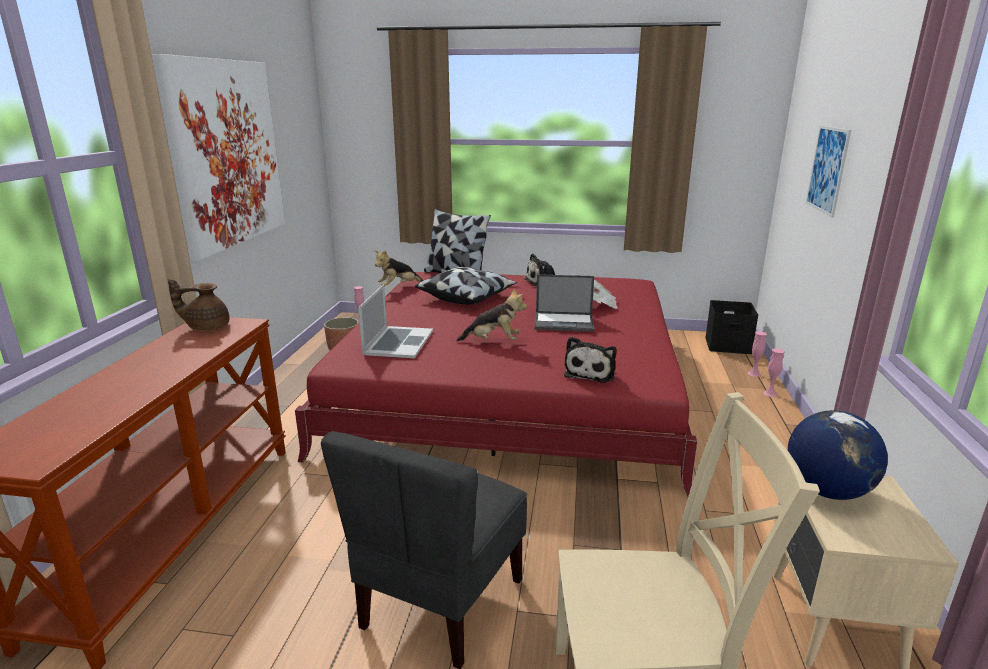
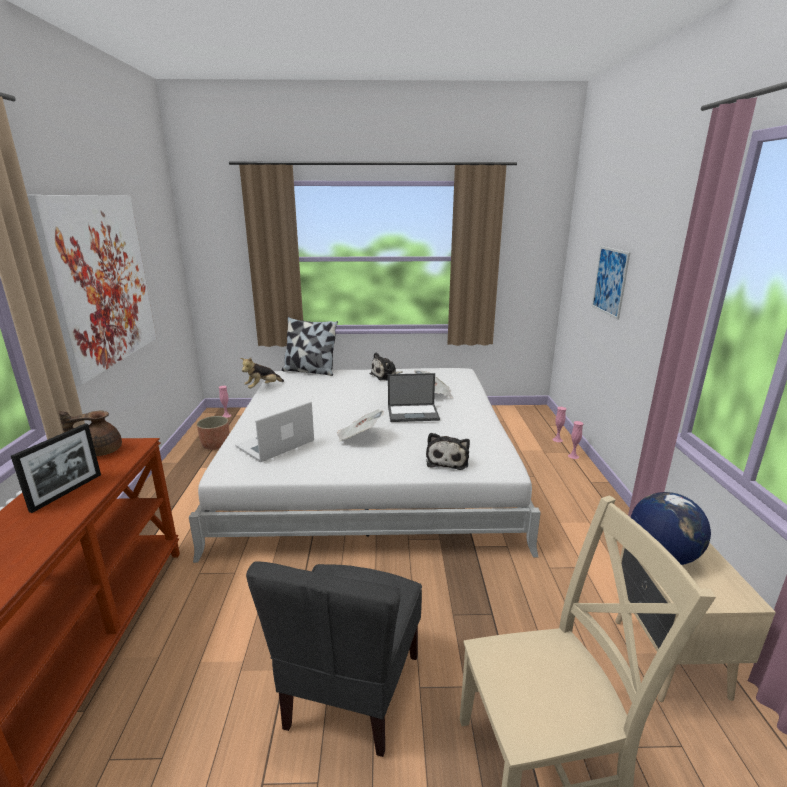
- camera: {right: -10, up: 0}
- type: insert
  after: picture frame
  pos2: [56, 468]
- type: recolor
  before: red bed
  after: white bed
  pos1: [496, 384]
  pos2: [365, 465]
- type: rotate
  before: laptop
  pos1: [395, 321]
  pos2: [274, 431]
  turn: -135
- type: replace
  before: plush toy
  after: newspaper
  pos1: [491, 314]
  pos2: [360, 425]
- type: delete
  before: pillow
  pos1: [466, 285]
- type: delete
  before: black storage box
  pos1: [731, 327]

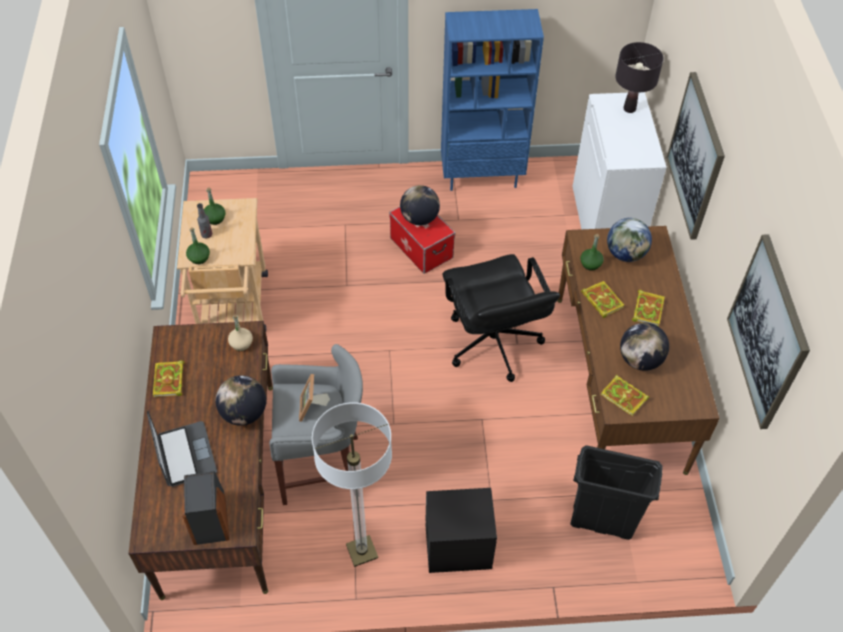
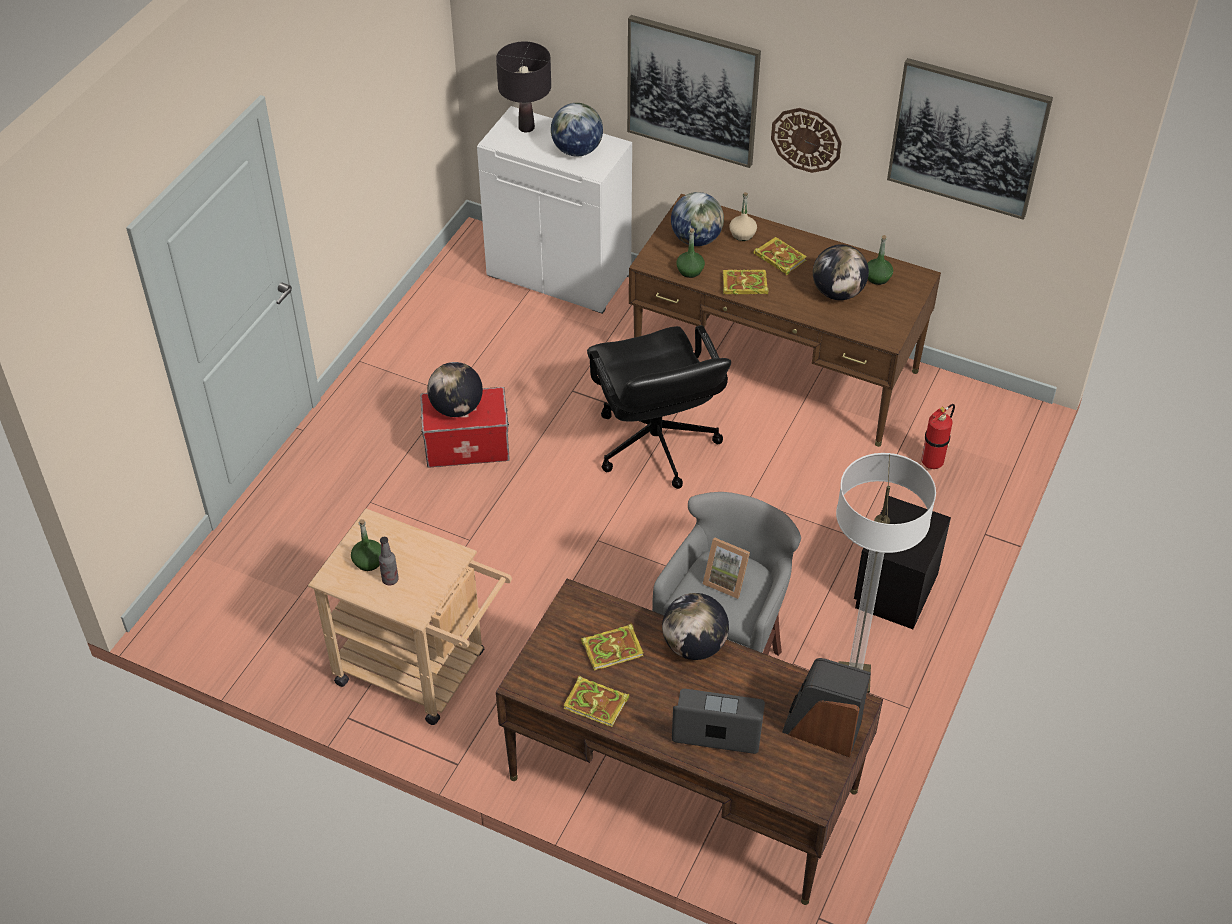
- camera: {right: -60, up: -5}
- type: insert
  after: globe
  pos2: [577, 130]
- type: move
  before: book
  pos1: [625, 395]
  pos2: [612, 647]
- type: rotate
  before: black office chair
  pos1: [501, 318]
  pos2: [659, 407]
  turn: 60
- type: move
  before: beige bottle
  pos1: [240, 333]
  pos2: [743, 216]
- type: insert
  after: wall clock
  pos2: [806, 140]
- type: move
  before: green bottle
  pos1: [198, 245]
  pos2: [880, 260]
- type: replace
  before: black trash can
  after: fire extinguisher
  pos1: [616, 492]
  pos2: [938, 436]
- type: delete
  before: blue bookcase
  pos1: [492, 100]

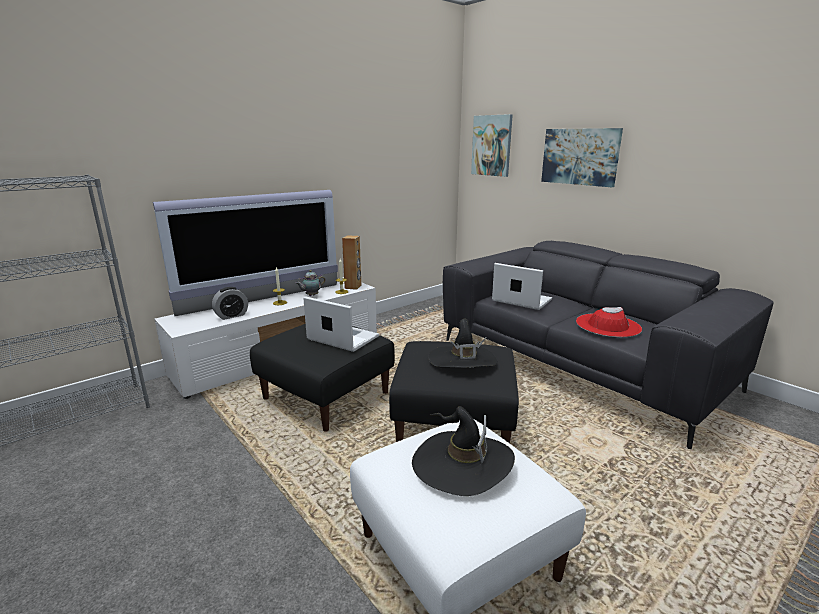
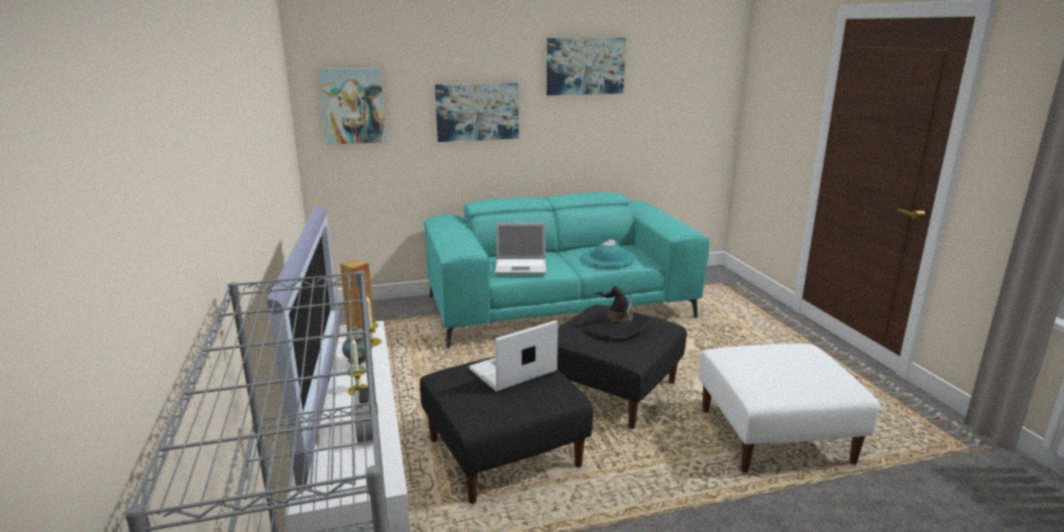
- camera: {right: -65, up: 0}
- type: recolor
  before: grey sofa
  after: turquoise sofa
  pos1: [608, 345]
  pos2: [567, 270]
- type: rotate
  before: laptop
  pos1: [522, 286]
  pos2: [520, 248]
  turn: -150
- type: insert
  after: picture
  pos2: [586, 67]
- type: recolor
  before: red hat
  after: turquoise hat
  pos1: [609, 322]
  pos2: [609, 252]
- type: delete
  before: black hat
  pos1: [463, 451]

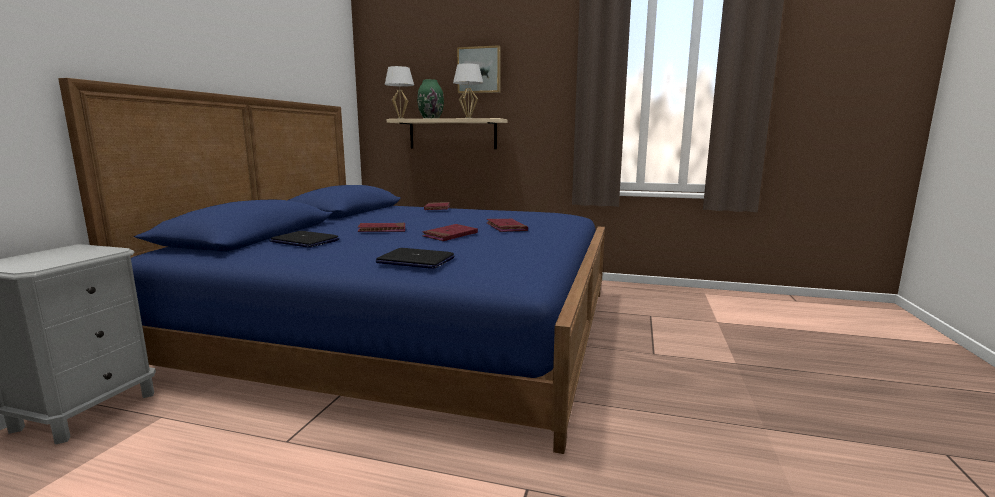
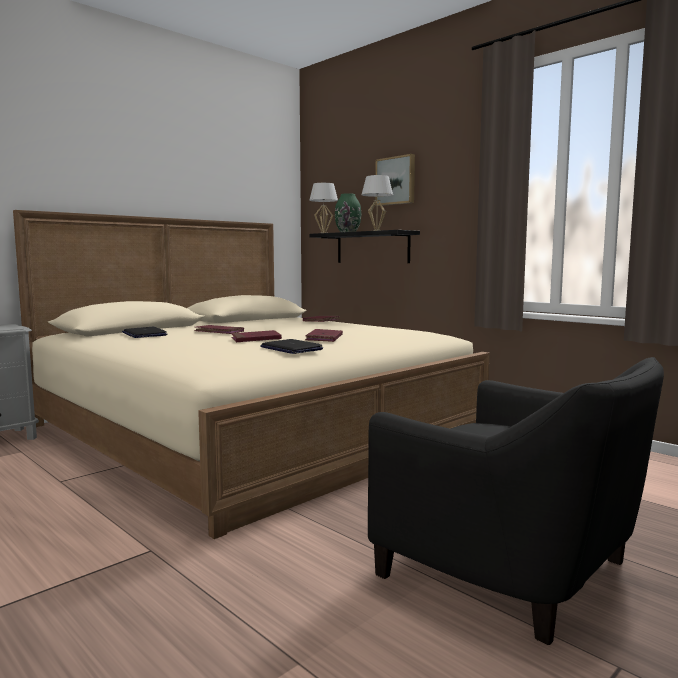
- camera: {right: 30, up: -5}
- type: recolor
  before: blue bed
  after: beige bed
  pos1: [331, 266]
  pos2: [251, 374]
- type: move
  before: laptop
  pos1: [415, 258]
  pos2: [291, 346]
- type: recolor
  before: beige shelf
  after: black shelf
  pos1: [447, 133]
  pos2: [365, 246]
- type: insert
  after: black armchair
  pos2: [516, 501]

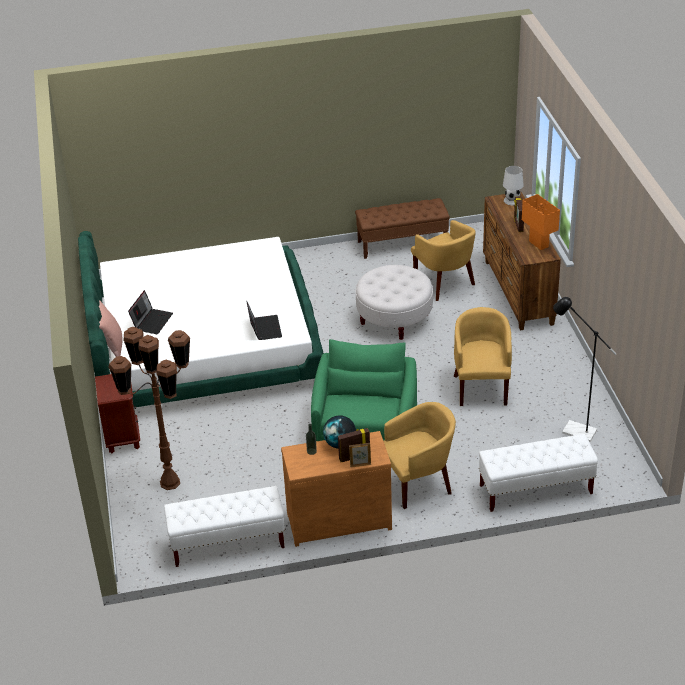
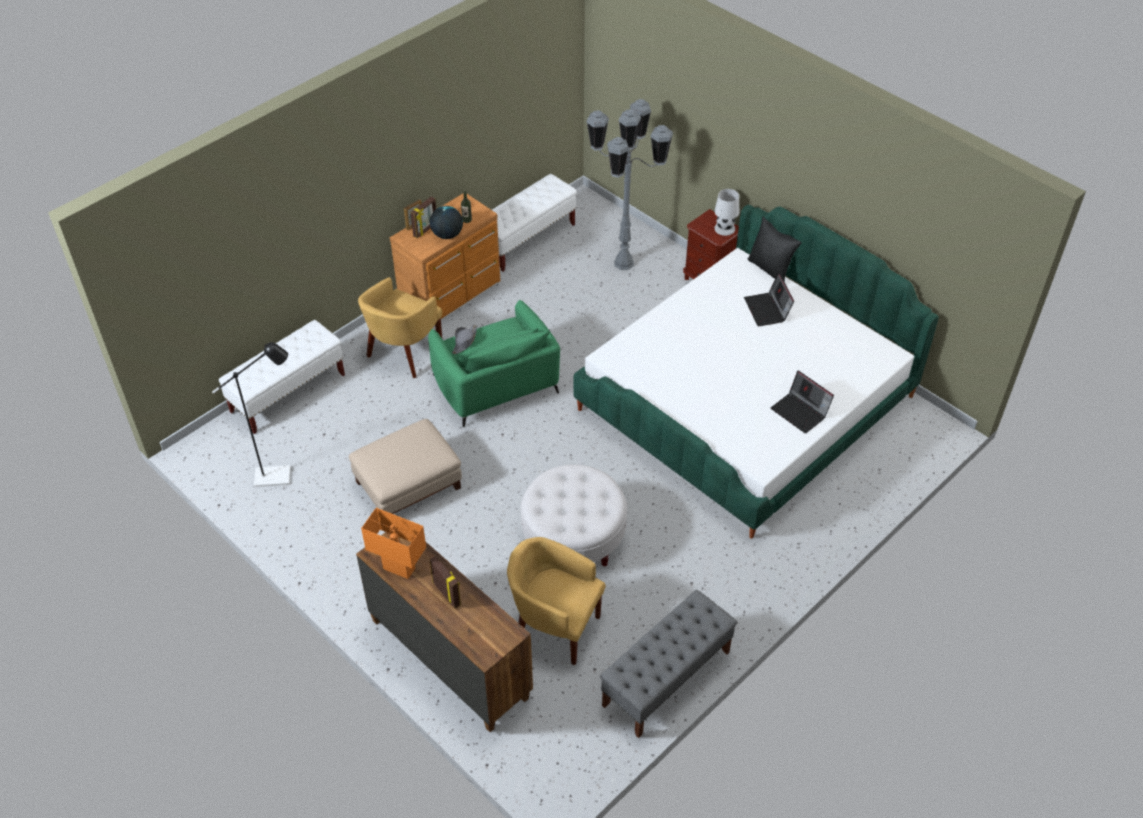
- camera: {right: 145, up: 10}
- type: replace
  before: yellow armchair
  after: beige ottoman
  pos1: [483, 356]
  pos2: [405, 466]
- type: insert
  after: grey hat
  pos2: [464, 339]
- type: recolor
  before: brown floor lamp
  after: grey floor lamp
  pos1: [149, 408]
  pos2: [629, 184]
- type: recolor
  before: brown bench
  after: grey bench
  pos1: [402, 228]
  pos2: [669, 663]
- type: move
  before: white table lamp
  pos1: [513, 185]
  pos2: [726, 212]
- type: recolor
  before: pink pillow
  after: black pillow
  pos1: [110, 328]
  pos2: [774, 249]
- type: move
  before: laptop
  pos1: [264, 320]
  pos2: [802, 402]

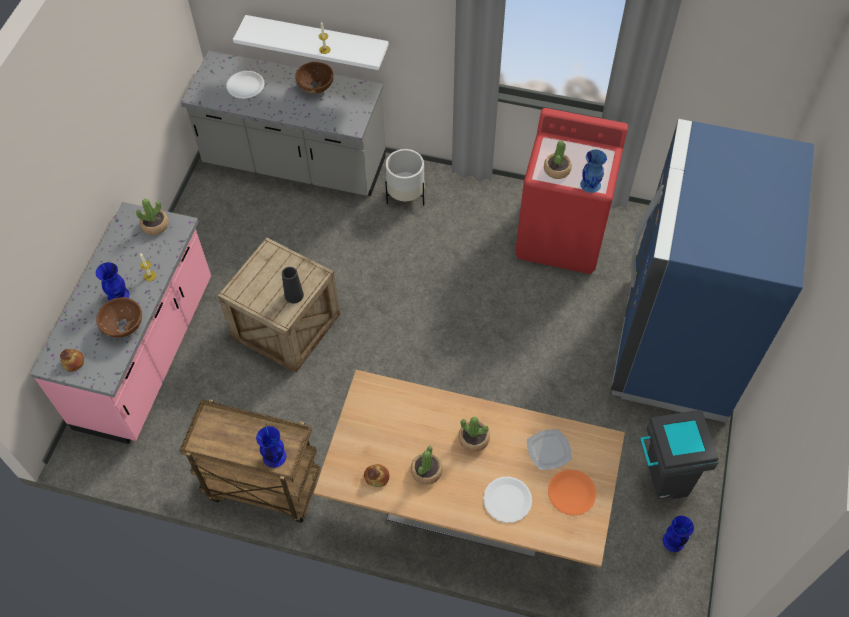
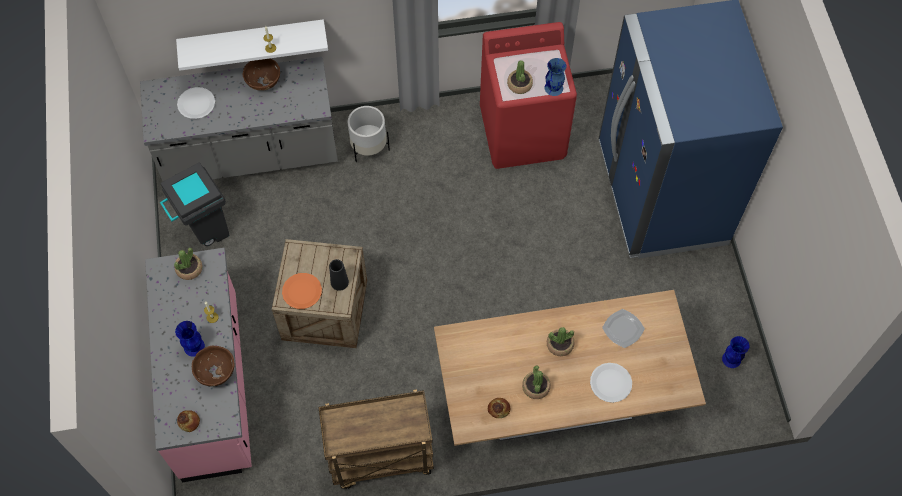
- camera: {right: -25, up: 5}
- type: move
  before: grey trash can
  pos1: [679, 454]
  pos2: [194, 204]
- type: move
  before: orange plate
  pos1: [572, 492]
  pos2: [302, 291]
- type: delete
  before: blue vase
  pos1: [271, 447]

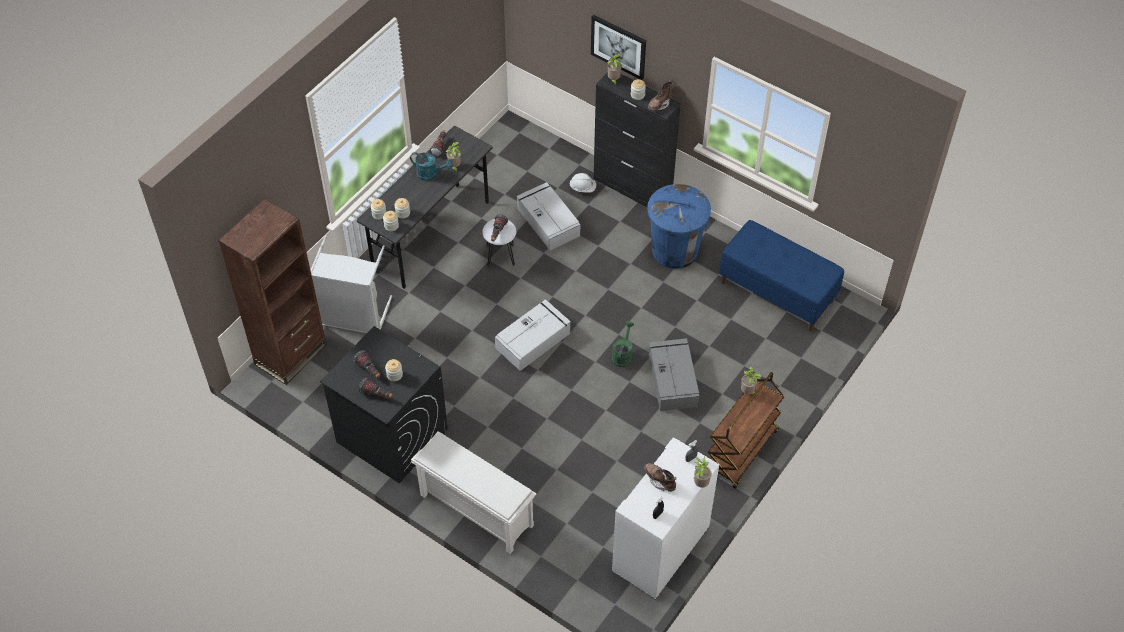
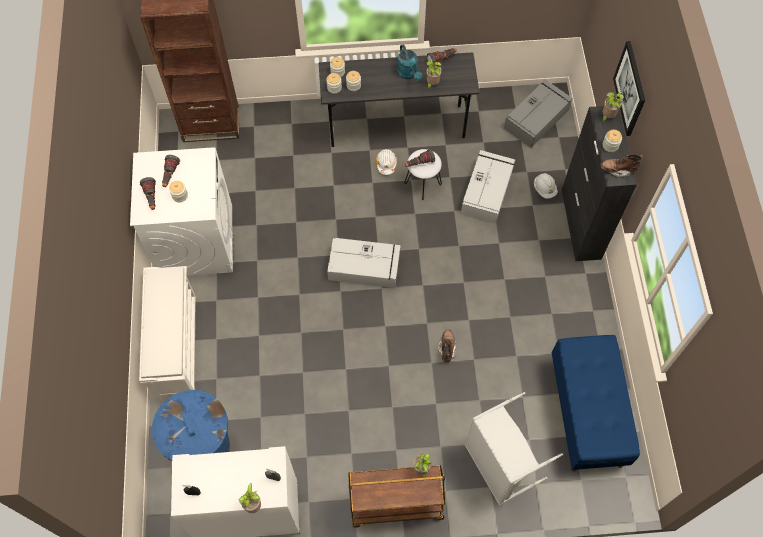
- camera: {right: 50, up: 10}
- type: recolor
  before: black washing machine
  after: white washing machine
  pos1: [384, 404]
  pos2: [181, 211]
- type: move
  before: blue trash can
  pos1: [679, 226]
  pos2: [191, 425]
- type: insert
  after: white hard hat
  pos2: [386, 162]
- type: move
  before: brown boot
  pos1: [660, 477]
  pos2: [447, 346]
- type: move
  before: grey laundry basket
  pos1: [351, 284]
  pos2: [514, 448]
- type: move
  before: grey storage box
  pos1: [674, 374]
  pos2: [538, 114]
- type: delete
  before: green watering can
  pos1: [623, 344]

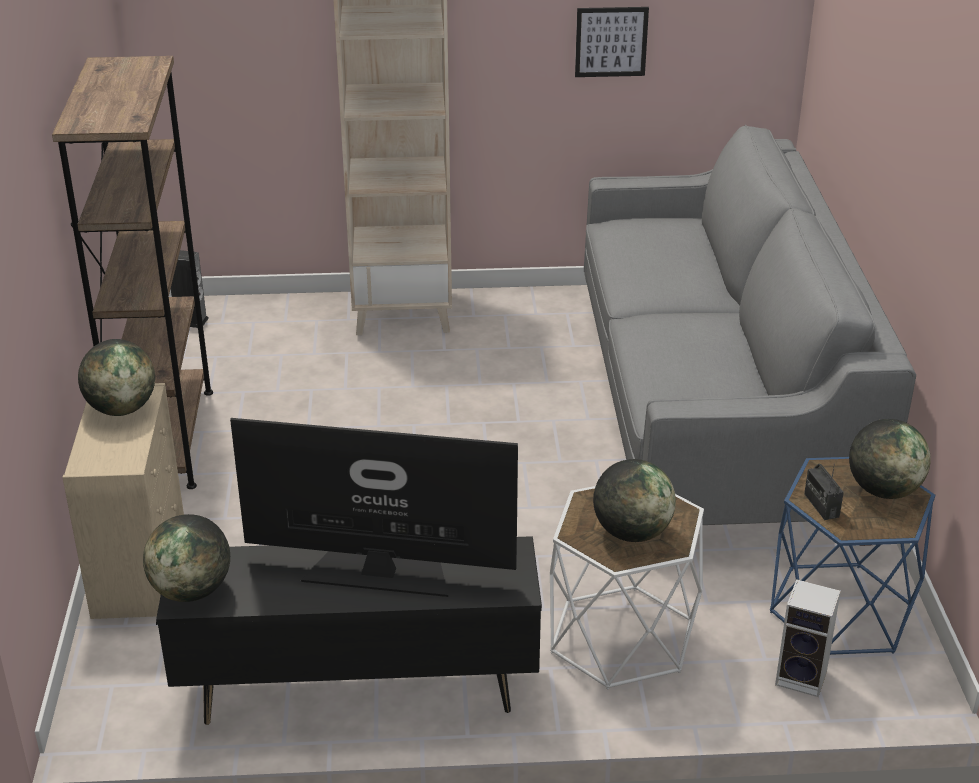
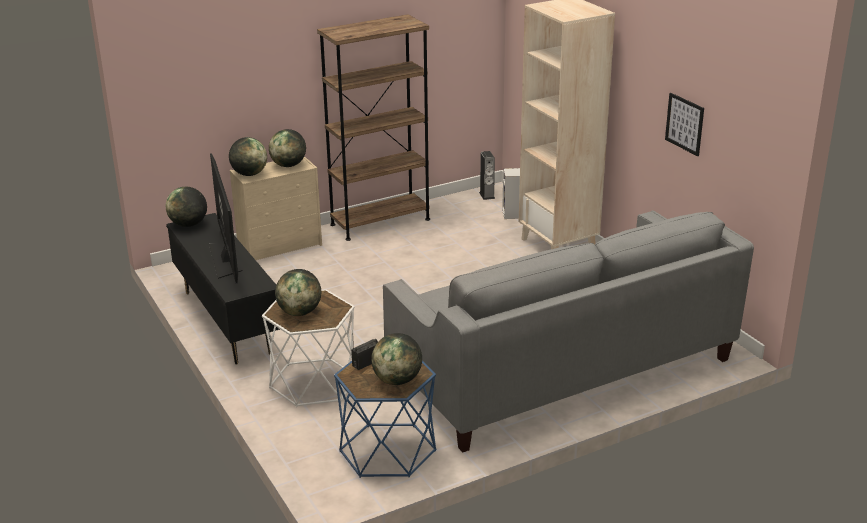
- camera: {right: 65, up: -5}
- type: insert
  after: globe
  pos2: [248, 156]
- type: move
  before: speaker
  pos1: [808, 638]
  pos2: [511, 193]

